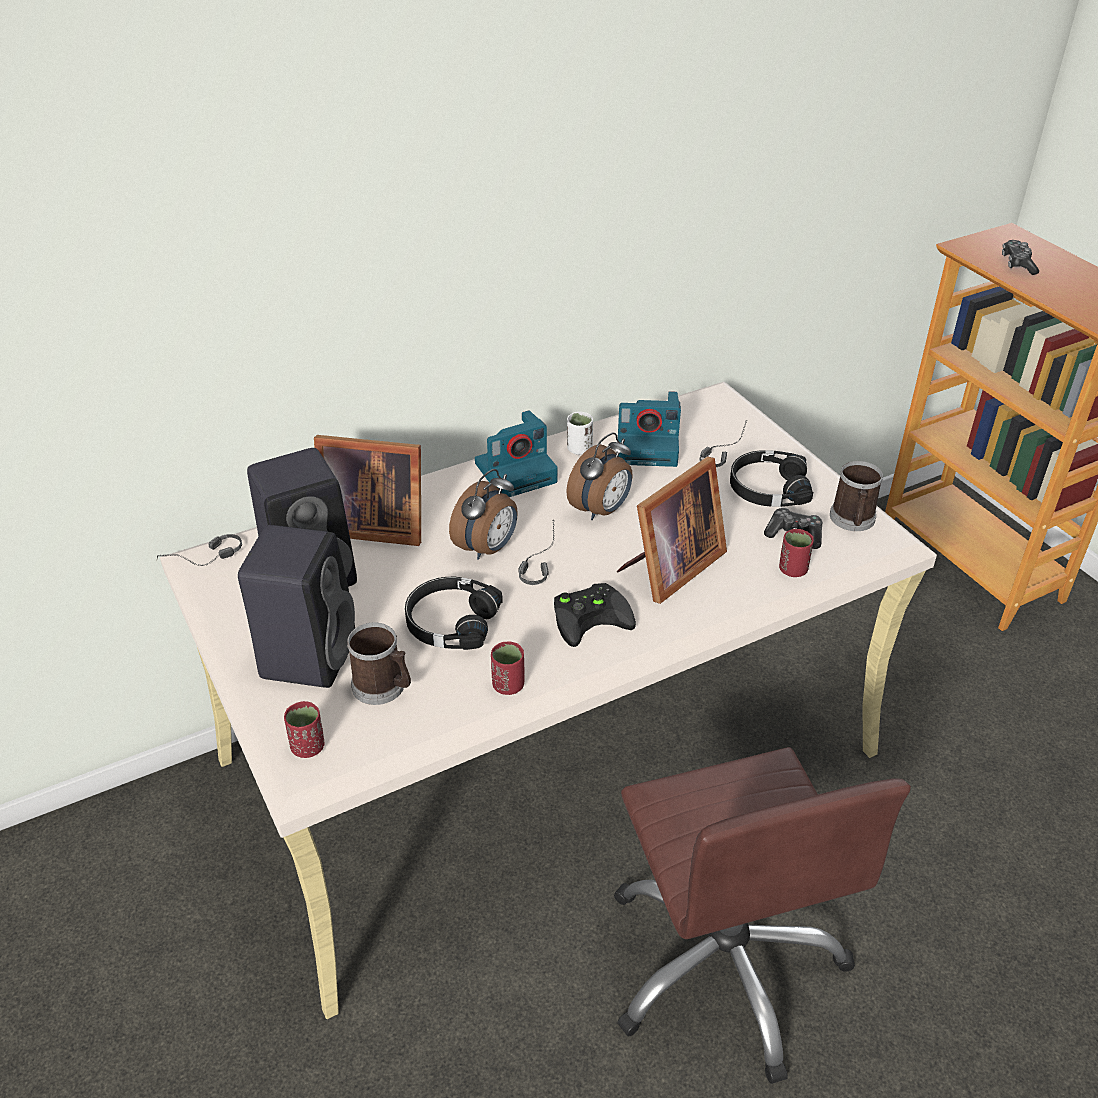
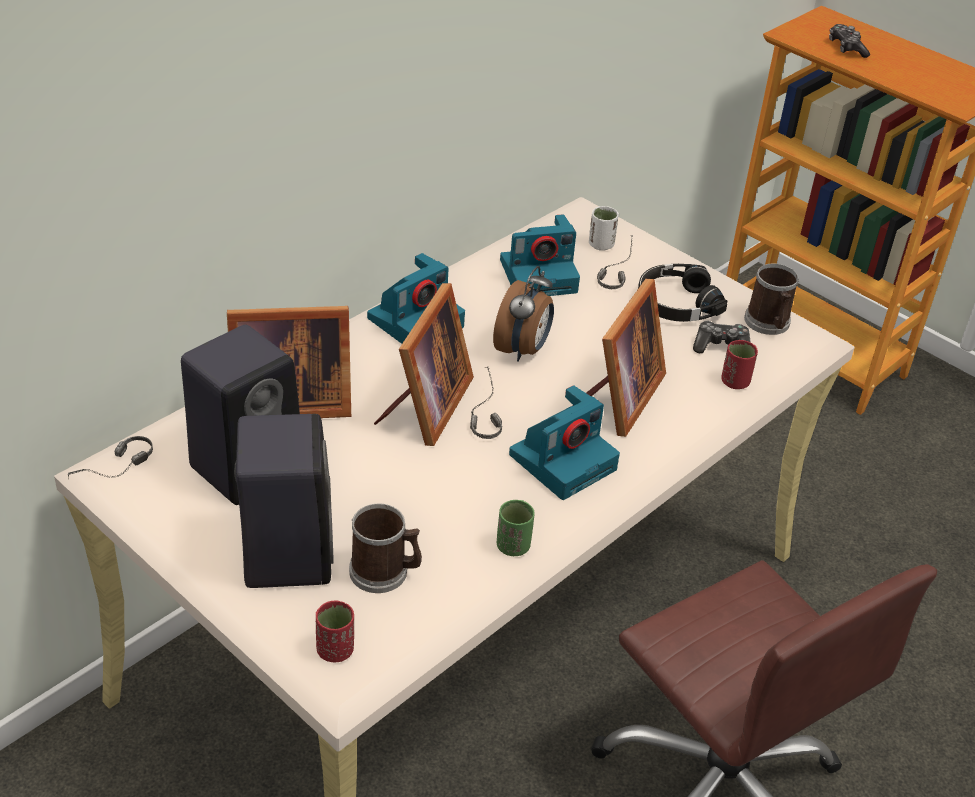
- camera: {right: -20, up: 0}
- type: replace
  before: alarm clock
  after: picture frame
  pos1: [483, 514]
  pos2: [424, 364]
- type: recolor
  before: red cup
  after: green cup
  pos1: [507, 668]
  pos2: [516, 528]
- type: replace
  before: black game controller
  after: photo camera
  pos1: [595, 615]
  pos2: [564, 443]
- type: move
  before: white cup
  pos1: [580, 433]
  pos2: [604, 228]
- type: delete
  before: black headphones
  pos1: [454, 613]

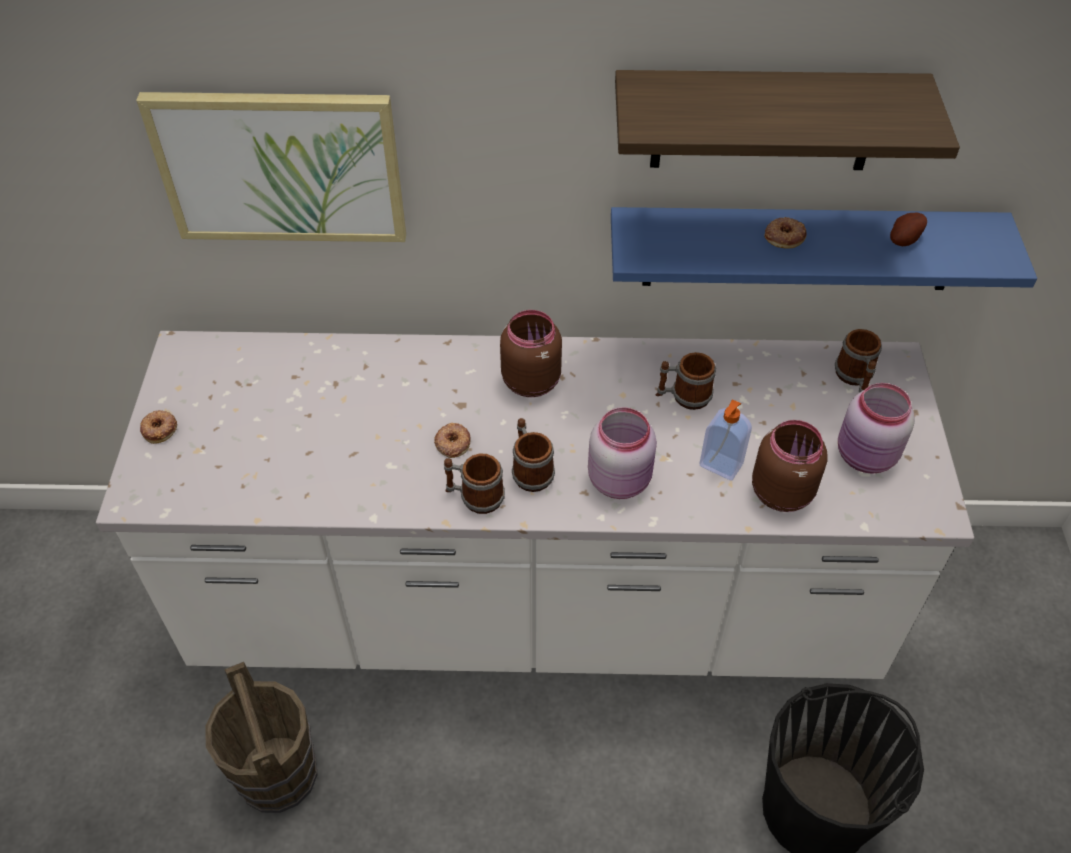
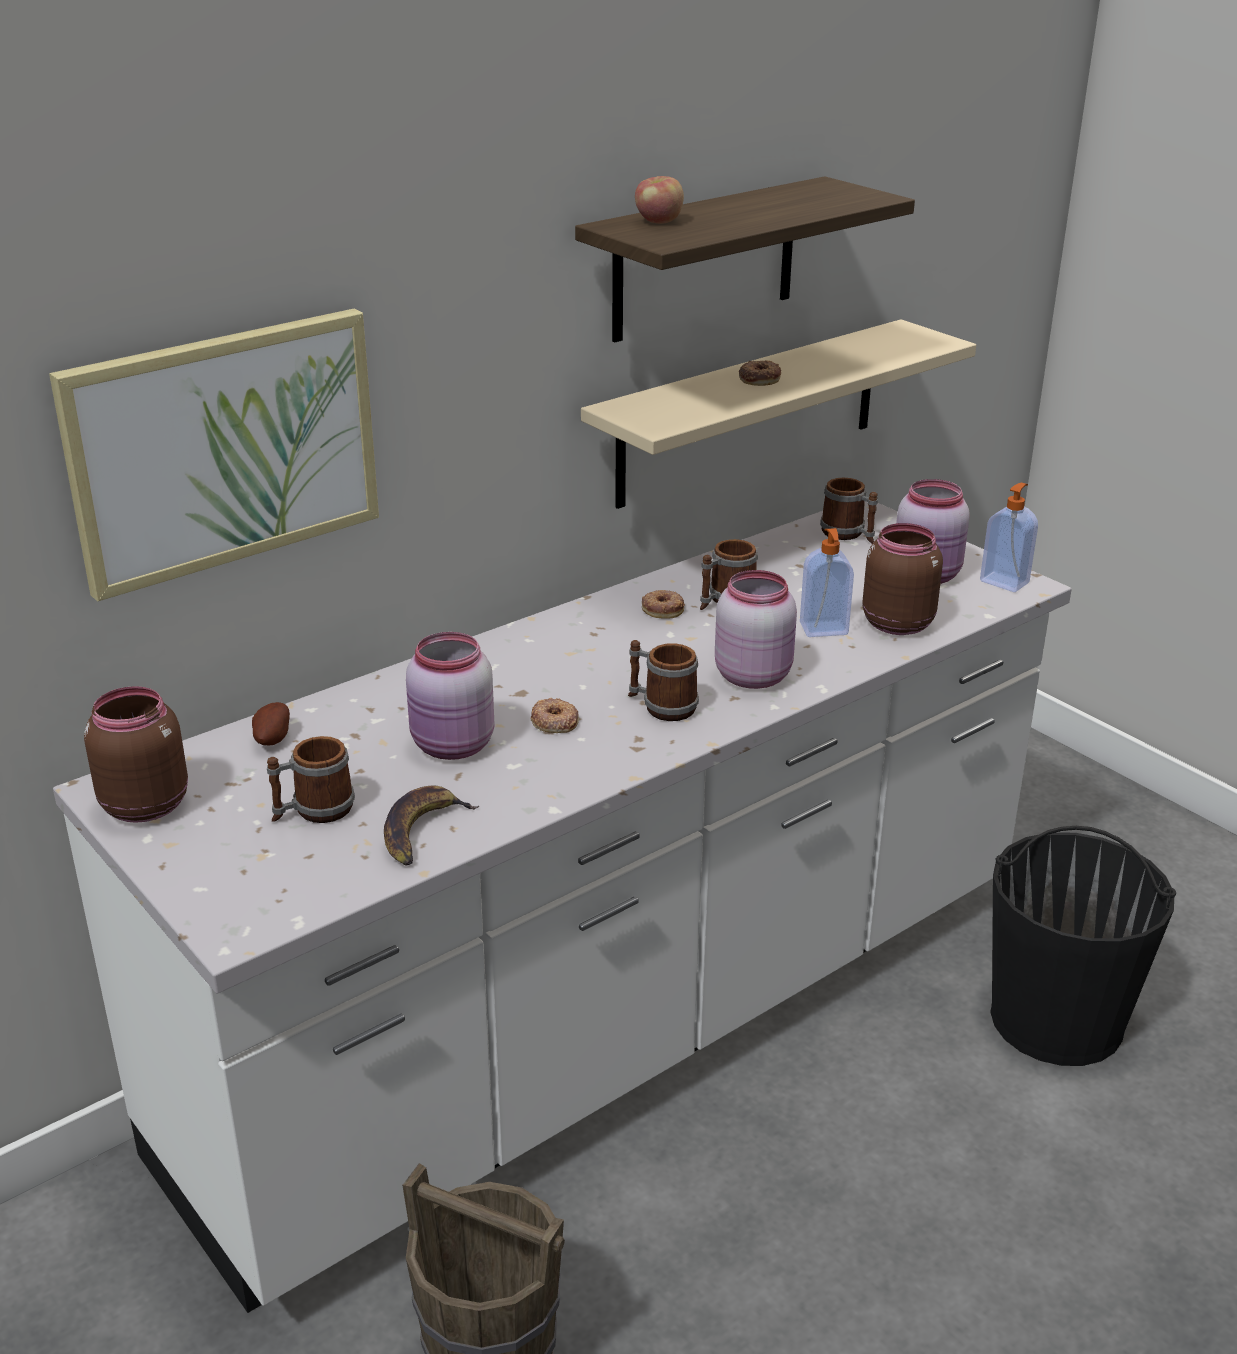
- camera: {right: -40, up: -20}
- type: move
  before: brown jar
  pos1: [531, 353]
  pos2: [136, 754]
- type: move
  before: potato
  pos1: [908, 229]
  pos2: [271, 723]
- type: move
  before: mug
  pos1: [474, 484]
  pos2: [311, 779]
- type: insert
  after: banana
  pos2: [431, 825]
- type: insert
  after: pink jar
  pos2: [450, 696]
- type: recolor
  before: blue shelf
  after: beige shelf
  pos1: [824, 248]
  pos2: [778, 414]
- type: insert
  after: apple
  pos2: [659, 200]
- type: move
  before: donut
  pos1: [158, 427]
  pos2: [663, 604]
- type: insert
  after: soap dispenser
  pos2: [1009, 537]

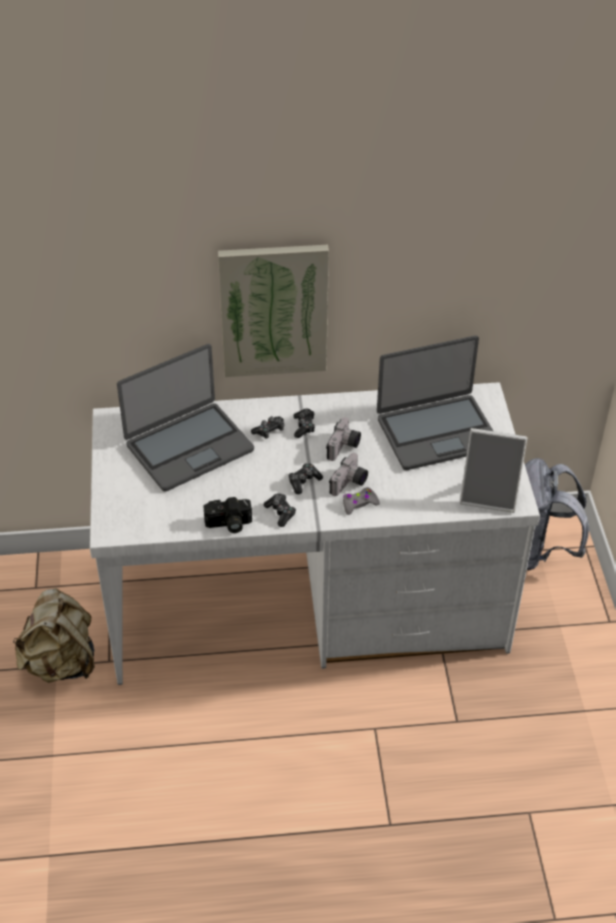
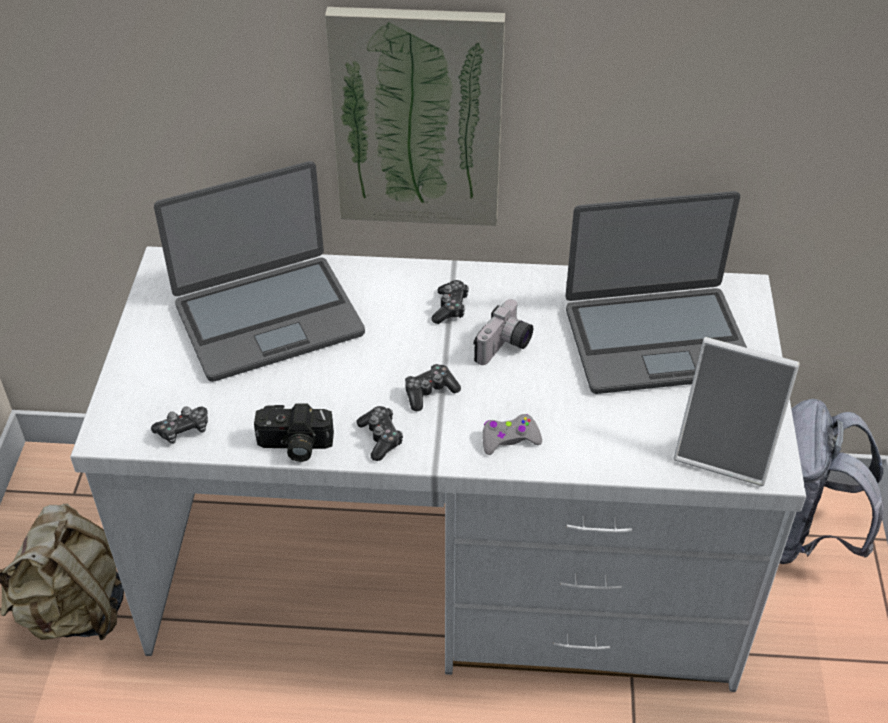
- camera: {right: 10, up: 0}
- type: move
  before: game controller
  pos1: [267, 427]
  pos2: [179, 425]
- type: delete
  before: photo camera
  pos1: [348, 474]

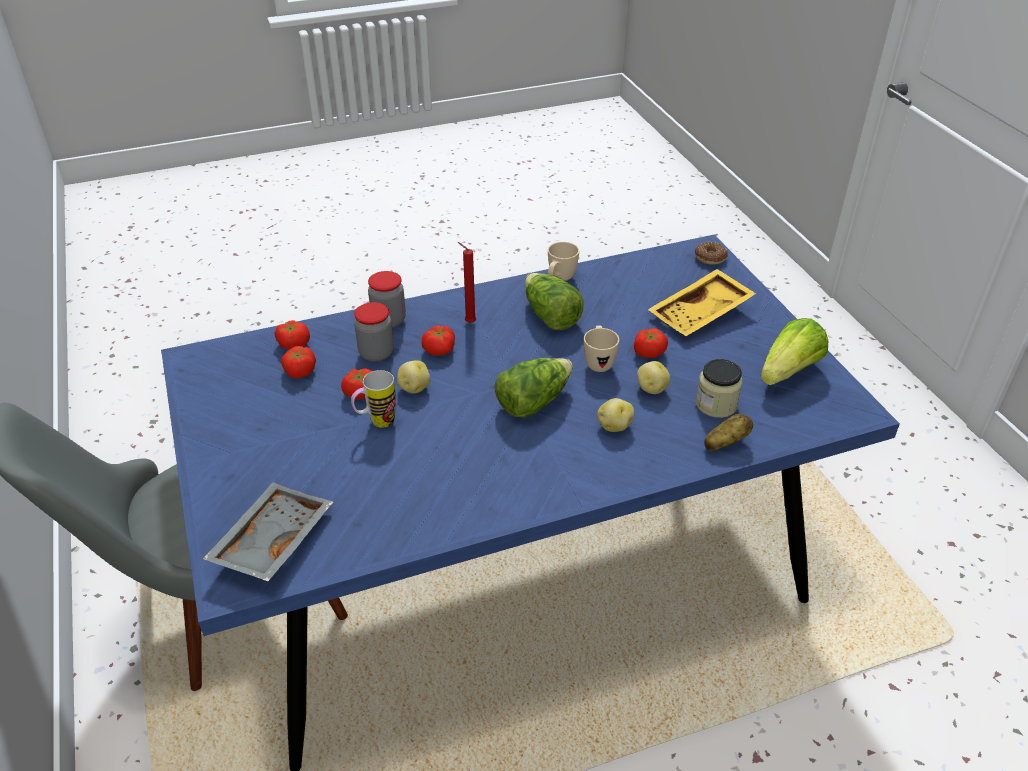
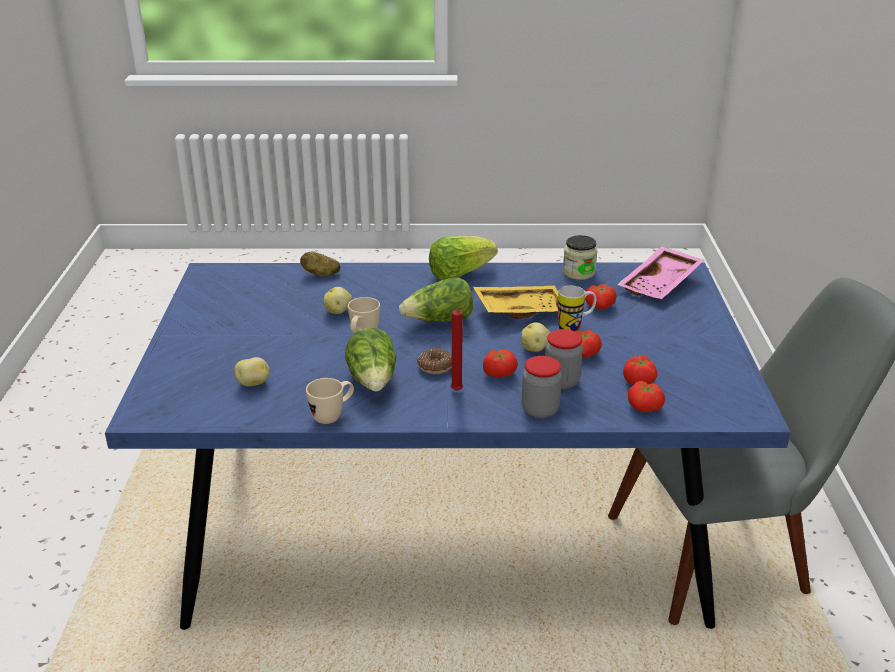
- camera: {right: -160, up: -10}
- type: move
  before: potato
  pos1: [615, 415]
  pos2: [252, 371]
- type: move
  before: donut
  pos1: [711, 253]
  pos2: [434, 361]
- type: move
  before: lettuce
  pos1: [794, 351]
  pos2: [463, 258]
- type: move
  before: yellow tray
  pos1: [702, 302]
  pos2: [516, 302]
- type: move
  before: jar
  pos1: [719, 388]
  pos2: [580, 257]
- type: move
  before: tomato
  pos1: [651, 343]
  pos2: [600, 296]
- type: recolor
  before: grey tray
  after: pink tray
  pos1: [268, 531]
  pos2: [660, 273]

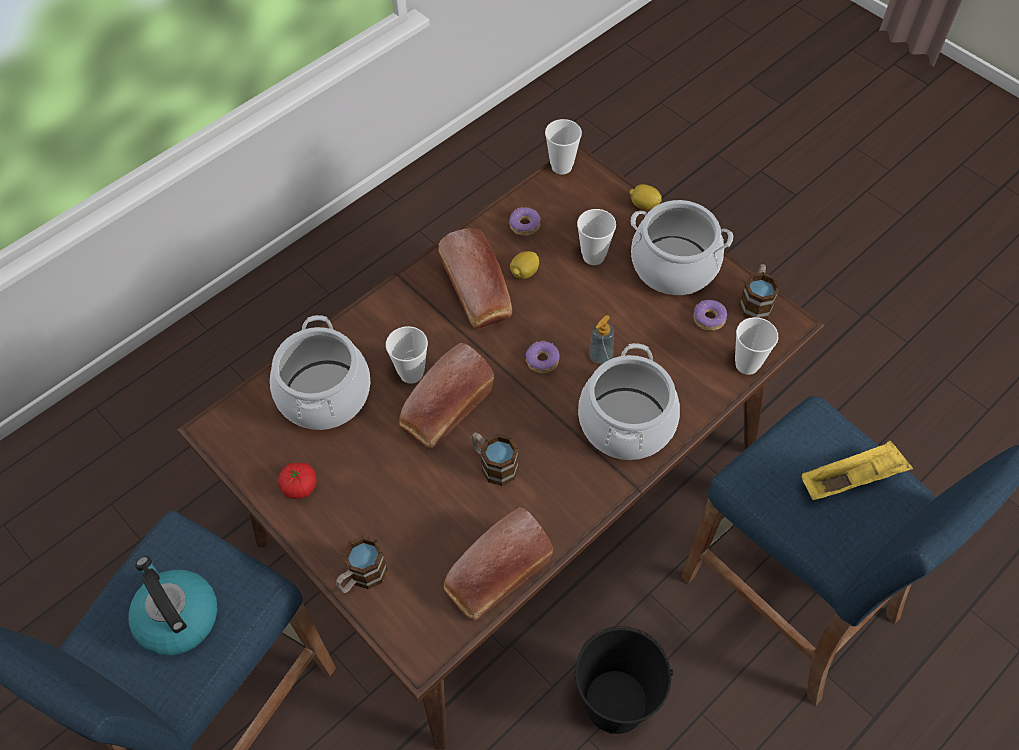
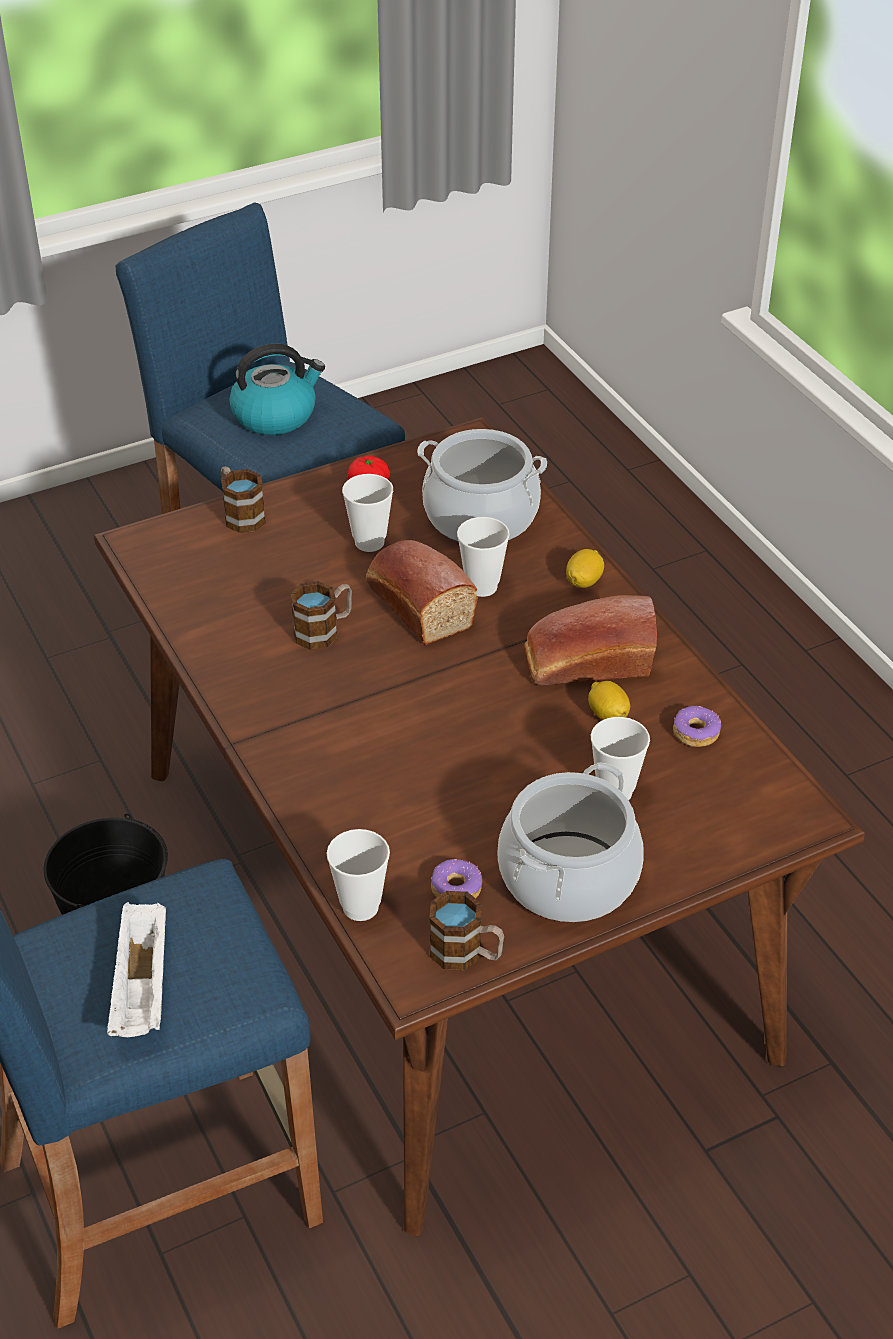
- camera: {right: 105, up: -15}
- type: recolor
  before: yellow tray
  after: white tray
  pos1: [857, 470]
  pos2: [136, 969]
- type: move
  before: cup
  pos1: [563, 147]
  pos2: [367, 513]
- type: move
  before: lemon
  pos1: [645, 197]
  pos2: [585, 568]
- type: delete
  before: bread
  pos1: [498, 564]
- type: delete
  before: donut
  pos1: [543, 356]
- type: delete
  before: cooking pot
  pos1: [629, 401]
- type: delete
  before: soap dispenser
  pos1: [601, 340]

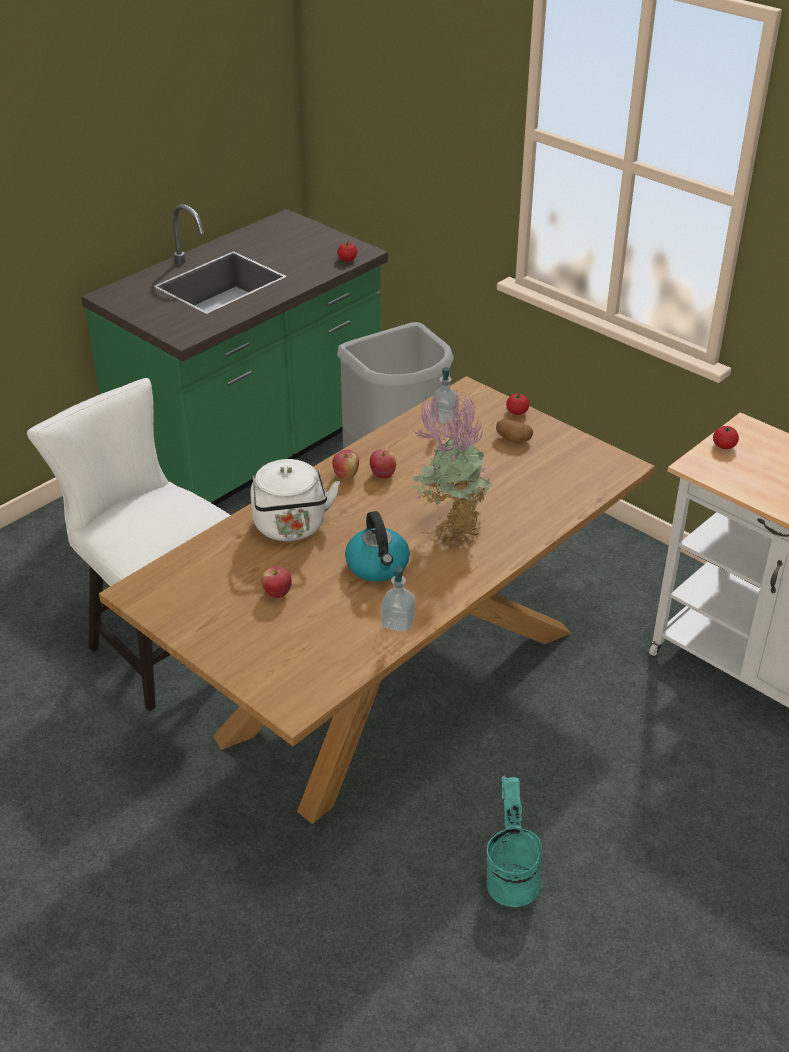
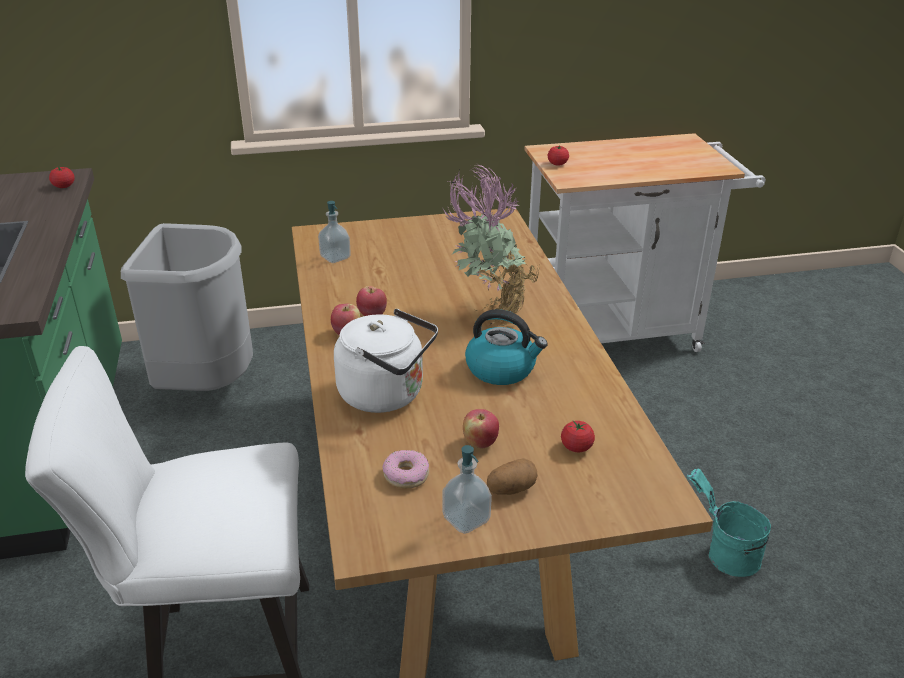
- camera: {right: -55, up: -5}
- type: insert
  after: donut
  pos2: [405, 469]
- type: move
  before: soap dispenser
  pos1: [398, 599]
  pos2: [467, 489]
- type: move
  before: potato
  pos1: [514, 431]
  pos2: [512, 476]
- type: move
  before: tomato
  pos1: [517, 404]
  pos2: [578, 436]

